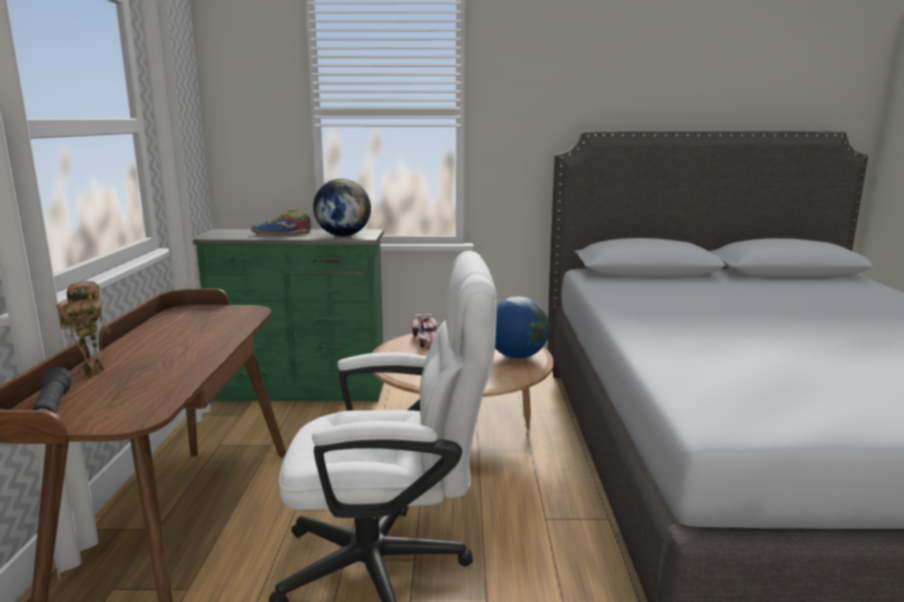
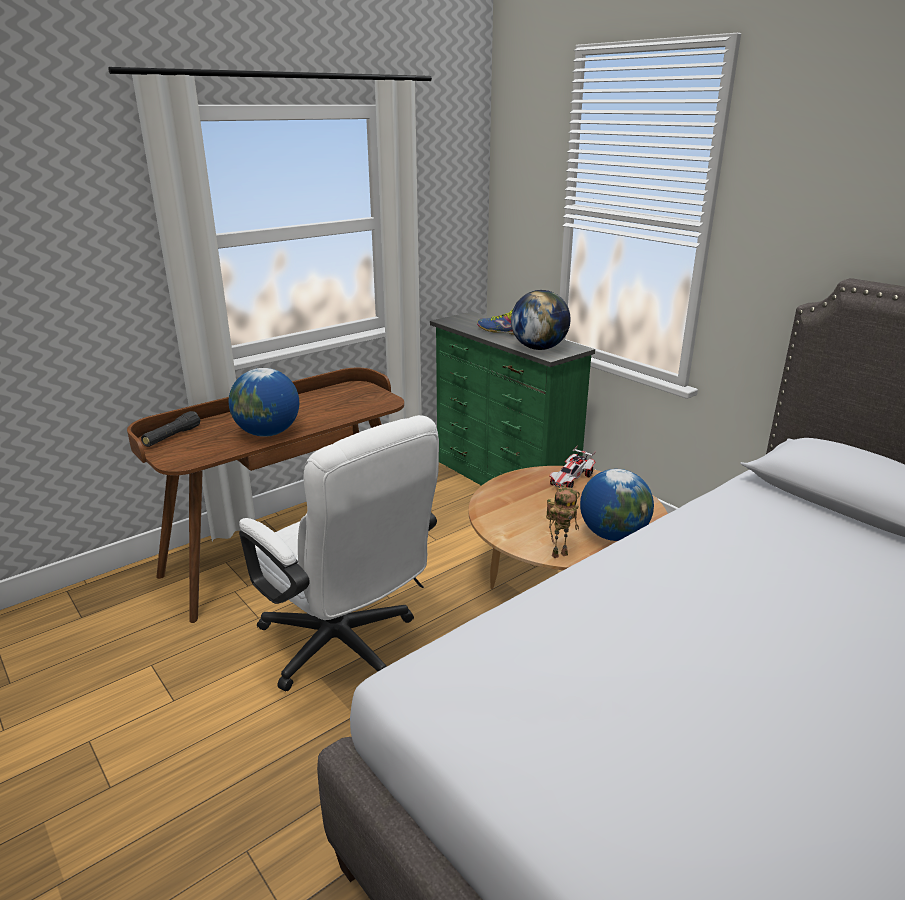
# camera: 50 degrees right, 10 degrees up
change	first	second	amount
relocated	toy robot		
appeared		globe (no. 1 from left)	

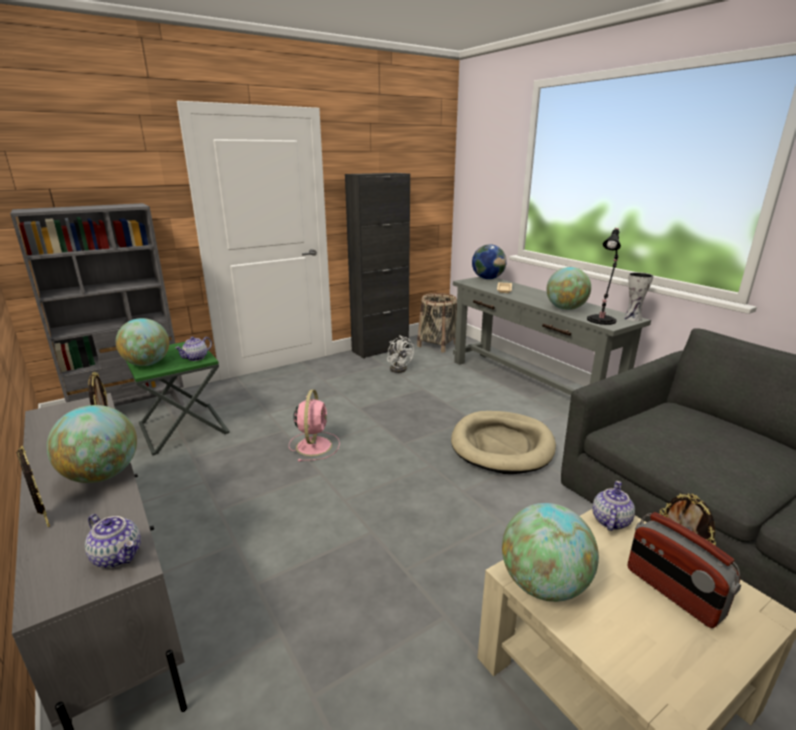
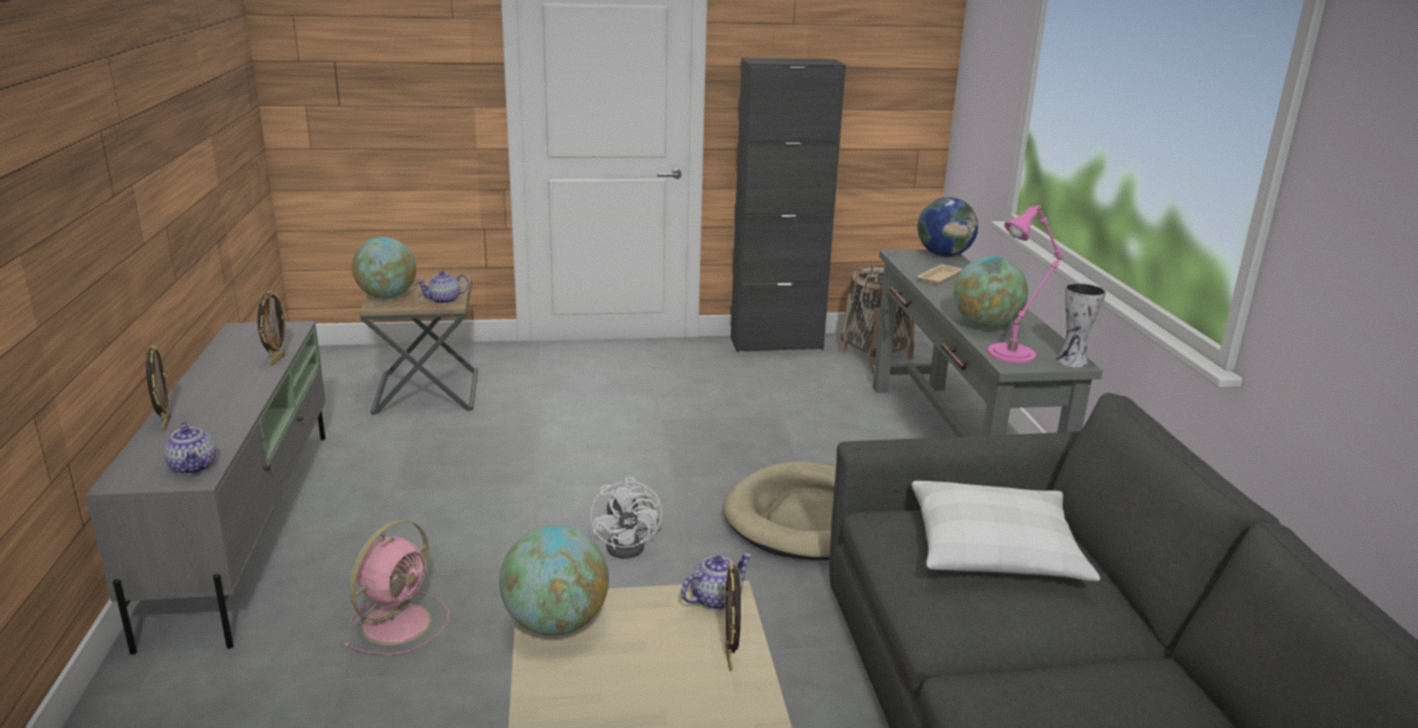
# camera: 25 degrees right, 0 degrees up
change	first	second	amount
missing	grey shelving unit		
missing	globe (no. 1 from left)		
colour	green-coloured side table	brownish side table	
relocated	pink fan		
relocated	white-coloured fan		
colour	blackish table lamp	pink table lamp	
missing	radio set		
appeared		white-coloured pillow	

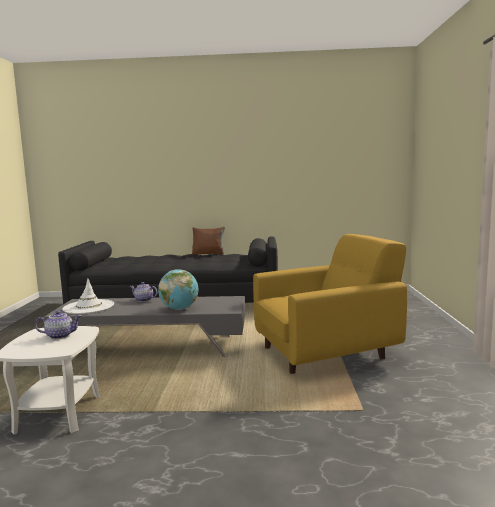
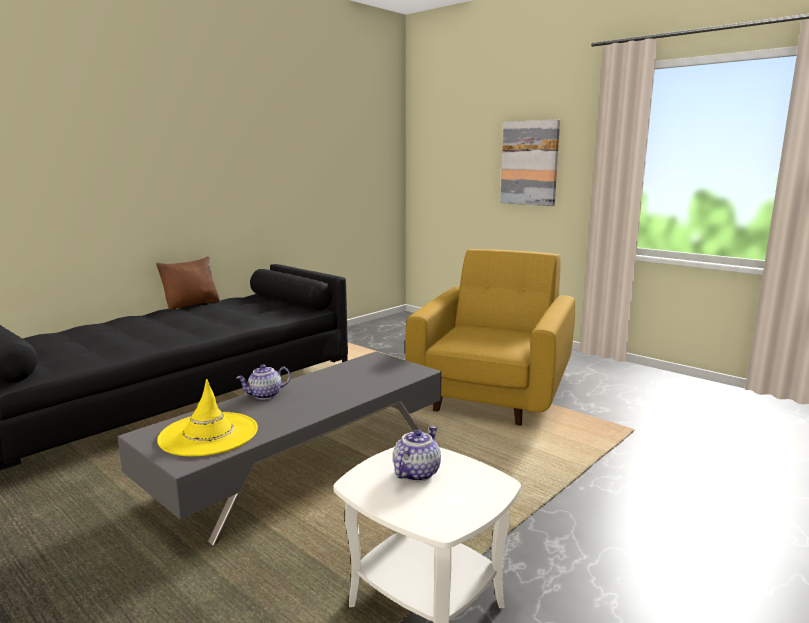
# camera: 50 degrees left, 5 degrees up
change	first	second	amount
colour	white-coloured clothing hat	yellowish clothing hat	
missing	globe		
appeared		wall picture	

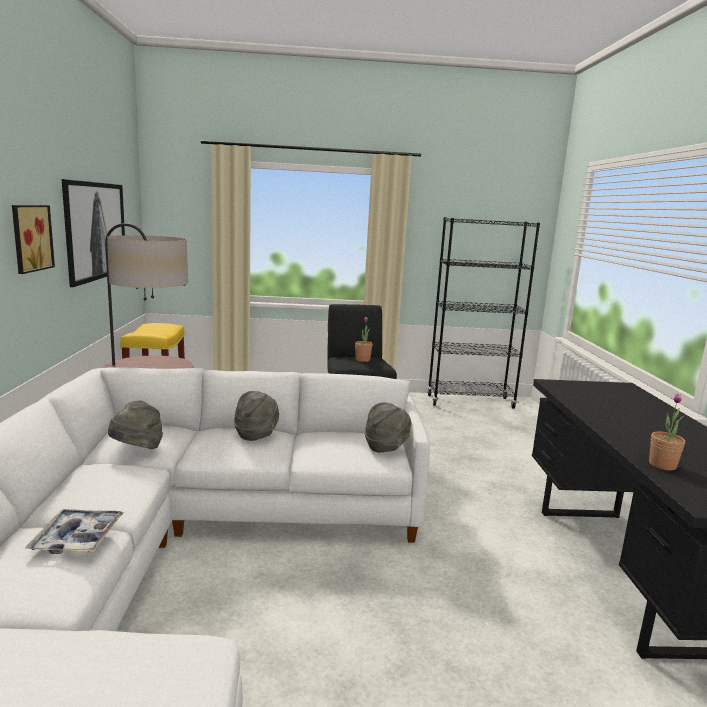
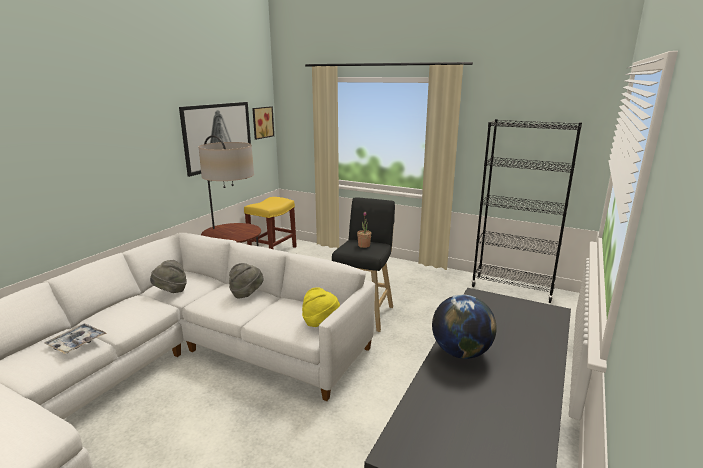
# camera: 30 degrees right, 5 degrees up
change	first	second	amount
relocated	wall picture (no. 1 from left in the first image)	wall picture (no. 2 from left)	
colour	grey clothing hat (no. 3 from left)	yellowish clothing hat	
missing	plant in a pot (no. 2 from left)		
appeared		globe	

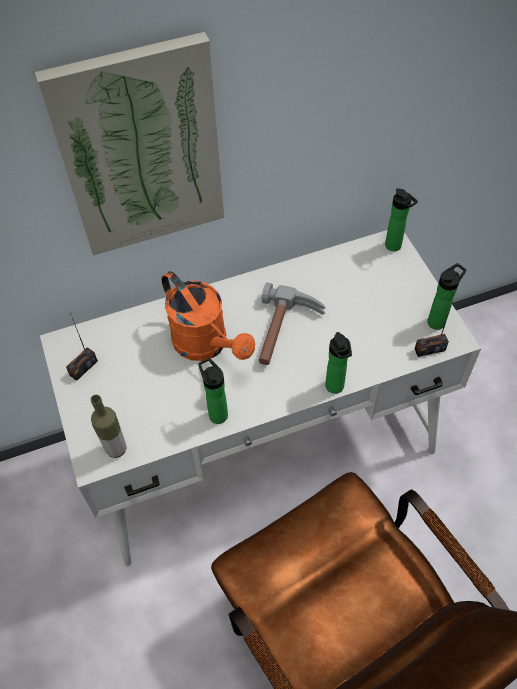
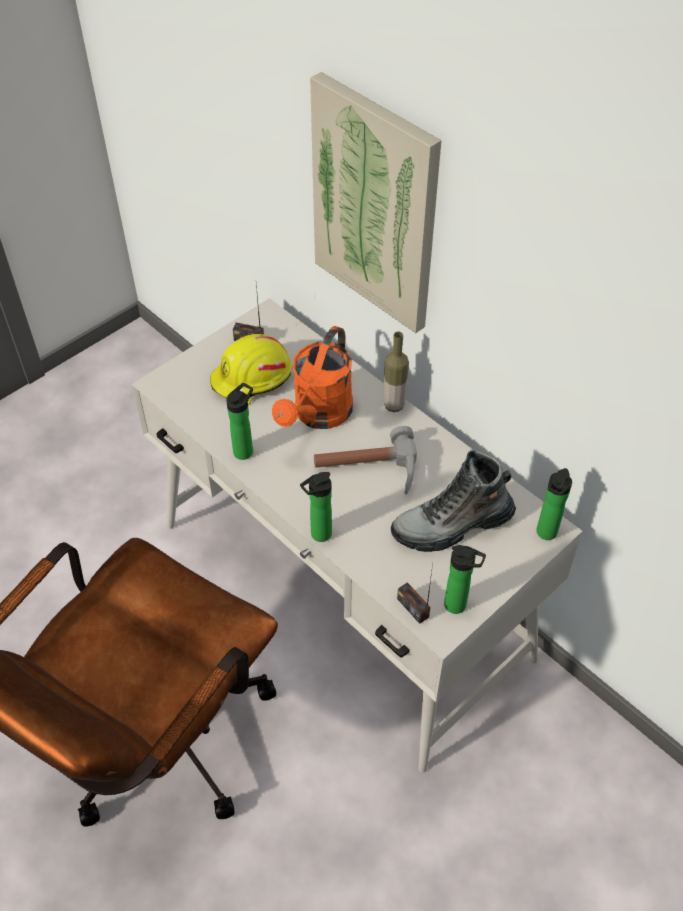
# camera: 65 degrees right, 5 degrees down
change	first	second	amount
relocated	beverage bottle (no. 1 from left in the first image)	beverage bottle (no. 3 from left)	
appeared		yellowish work helmet	
appeared		high-top boot	

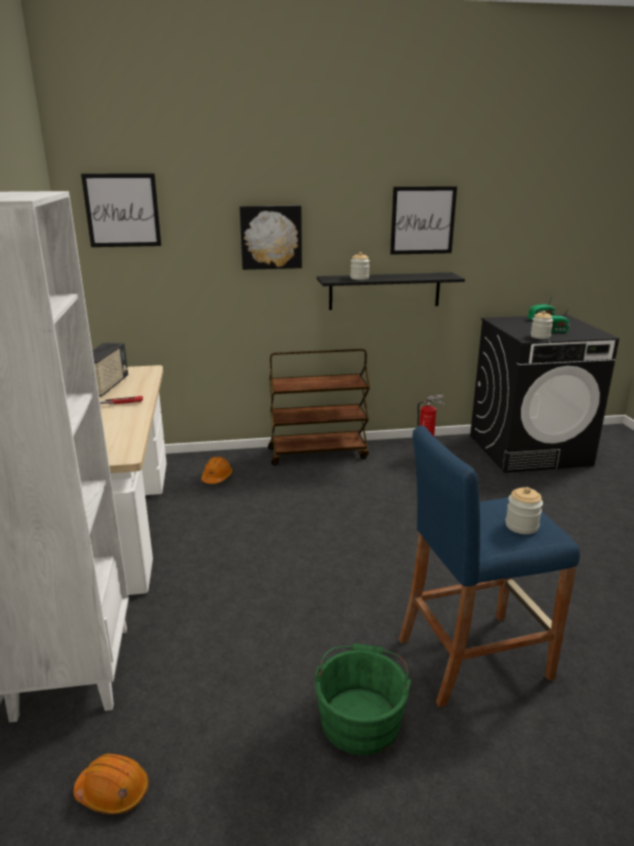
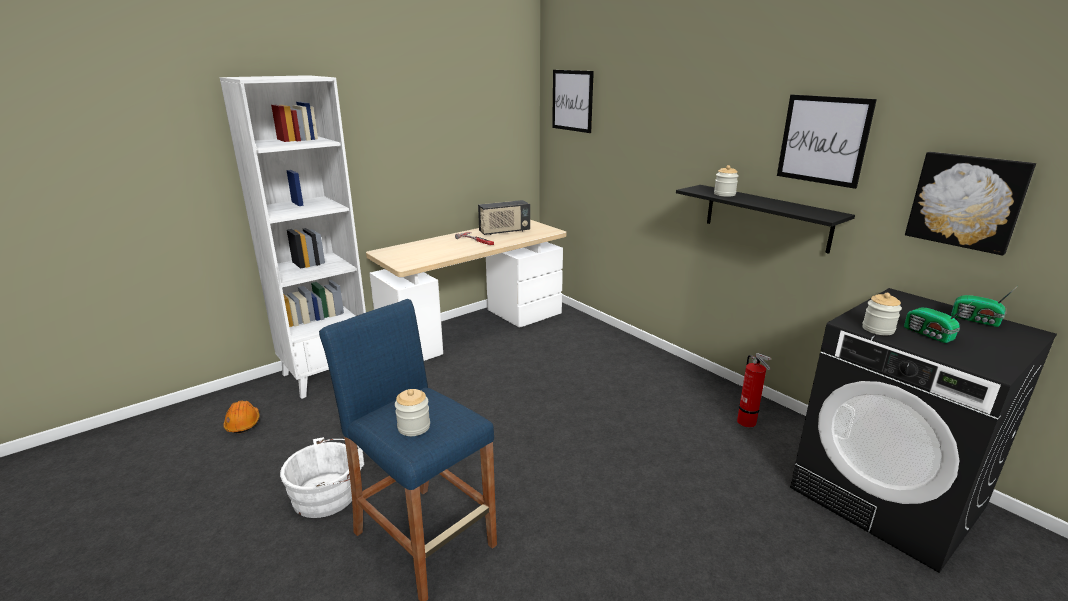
# camera: 60 degrees right, 0 degrees up
change	first	second	amount
missing	orange work helmet (no. 2 from left)		
relocated	wall picture (no. 2 from left in the first image)	wall picture (no. 3 from left)	
missing	brownish wheeled cart		
colour	green-coloured pail	white-coloured pail	

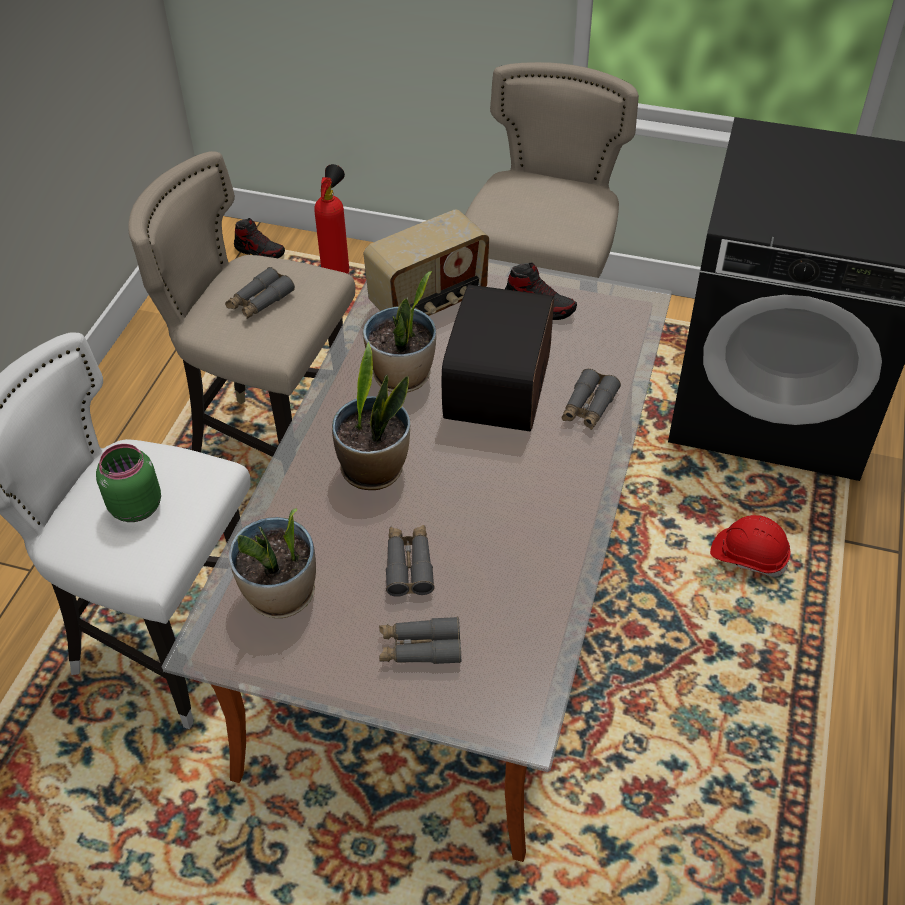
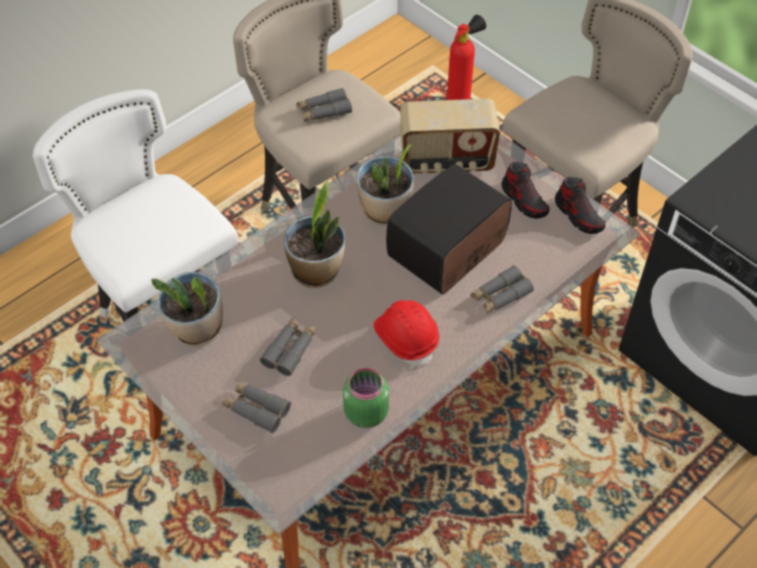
# camera: 30 degrees right, 5 degrees up
change	first	second	amount
relocated	green-coloured jar		
relocated	low shoe (no. 1 from left in the first image)	low shoe (no. 2 from left)	
relocated	red-coloured work helmet		

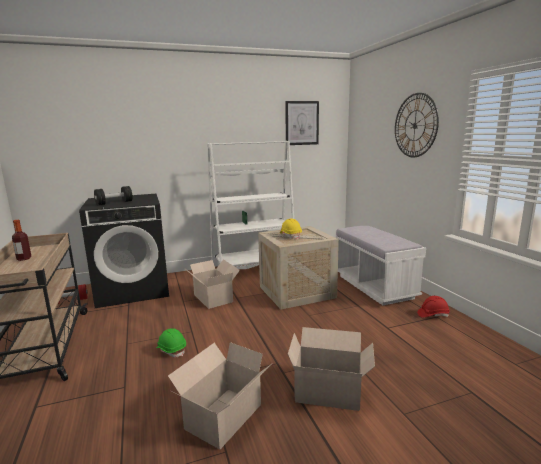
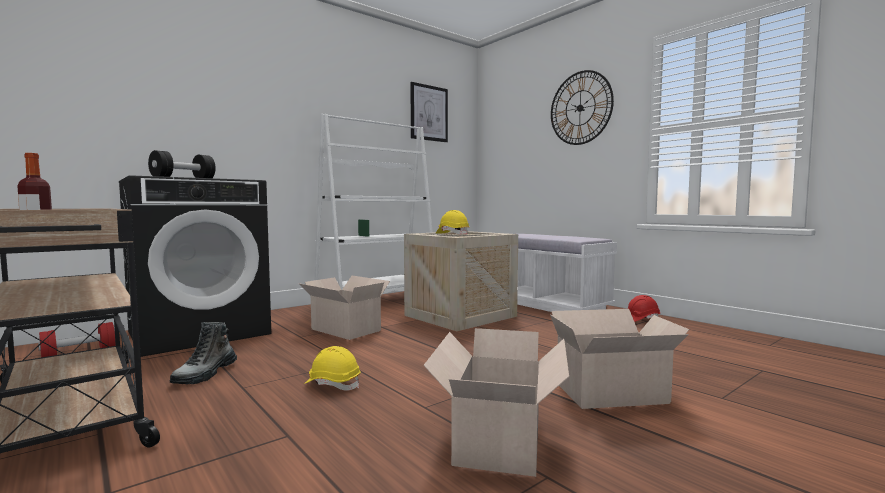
# camera: 20 degrees left, 10 degrees down
change	first	second	amount
colour	green-coloured work helmet	yellowish work helmet (no. 1 from left)	
appeared		high-top boot	

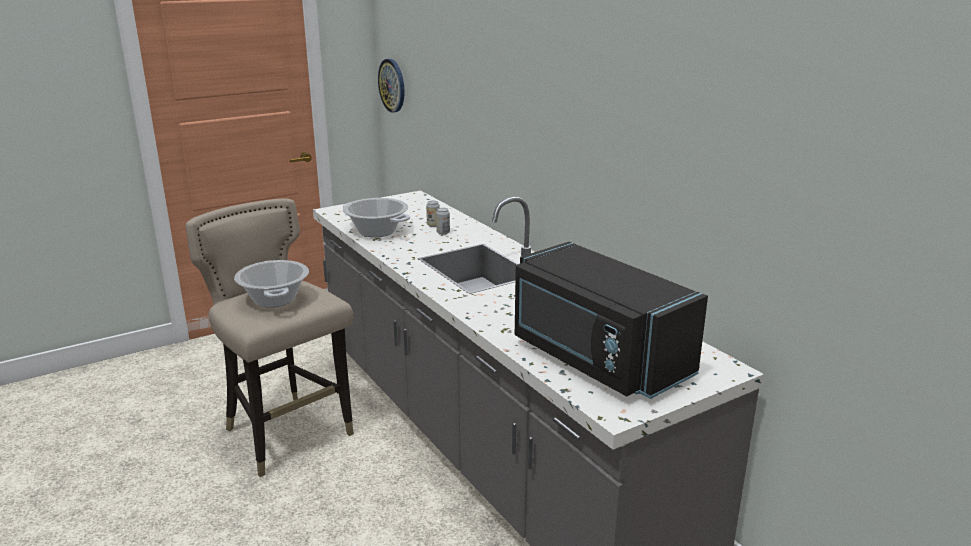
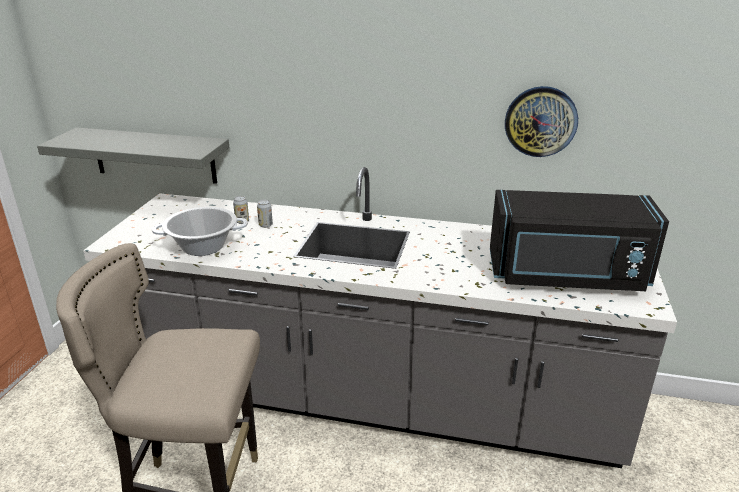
# camera: 45 degrees left, 5 degrees up
change	first	second	amount
missing	stockpot (no. 1 from left)		
relocated	hanging clock		
appeared		grey bracket shelf	

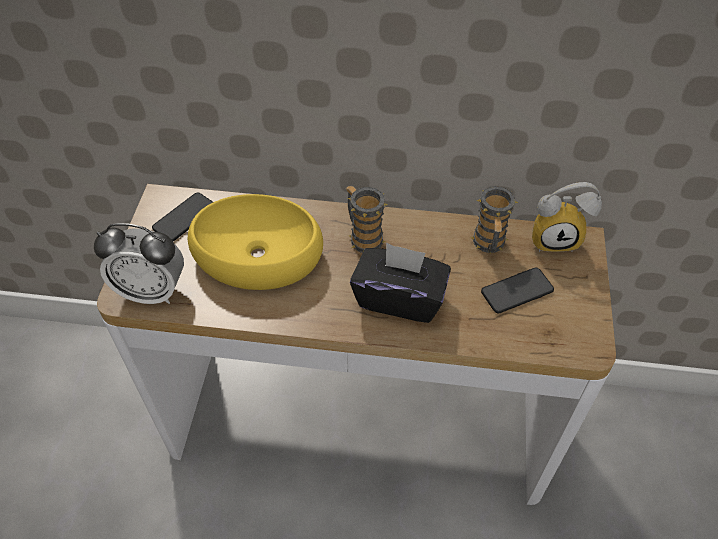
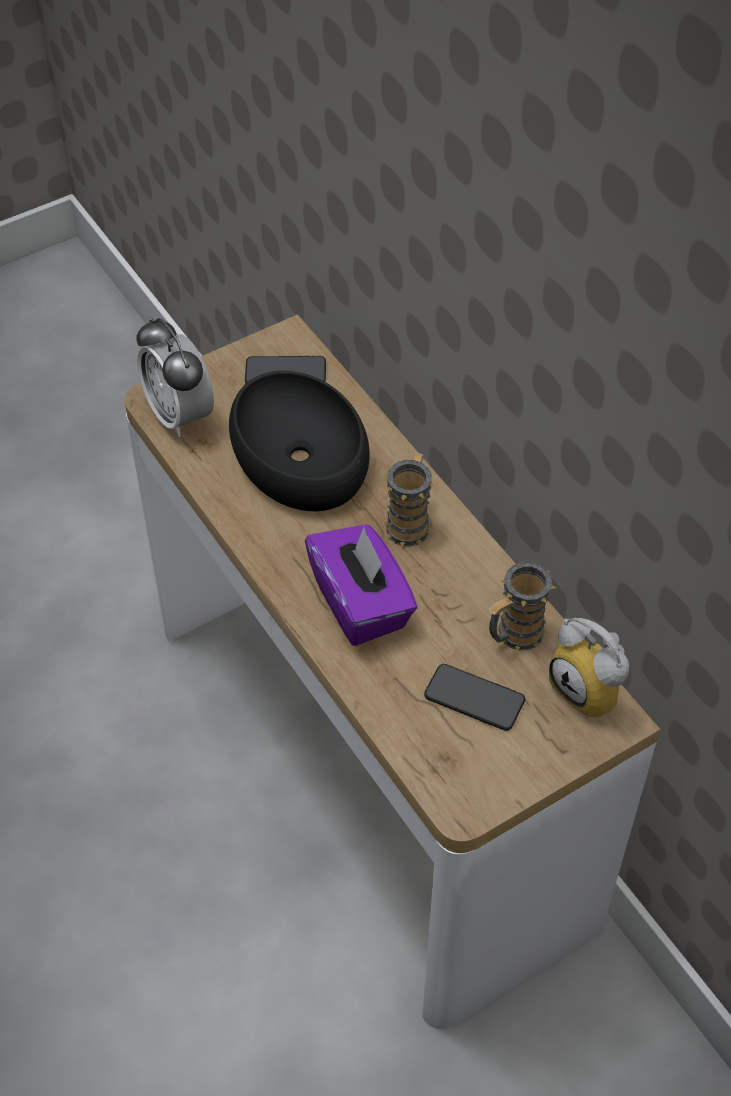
# camera: 50 degrees right, 0 degrees up
change	first	second	amount
colour	yellowish serving bowl	blackish serving bowl	
colour	blackish tissue holder	purplish tissue holder	

